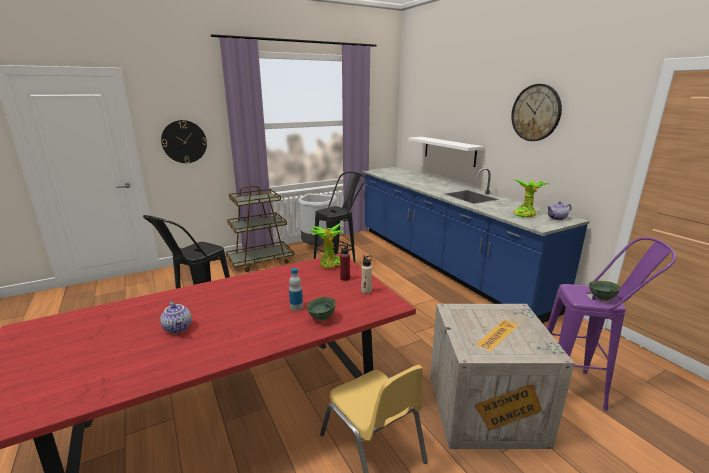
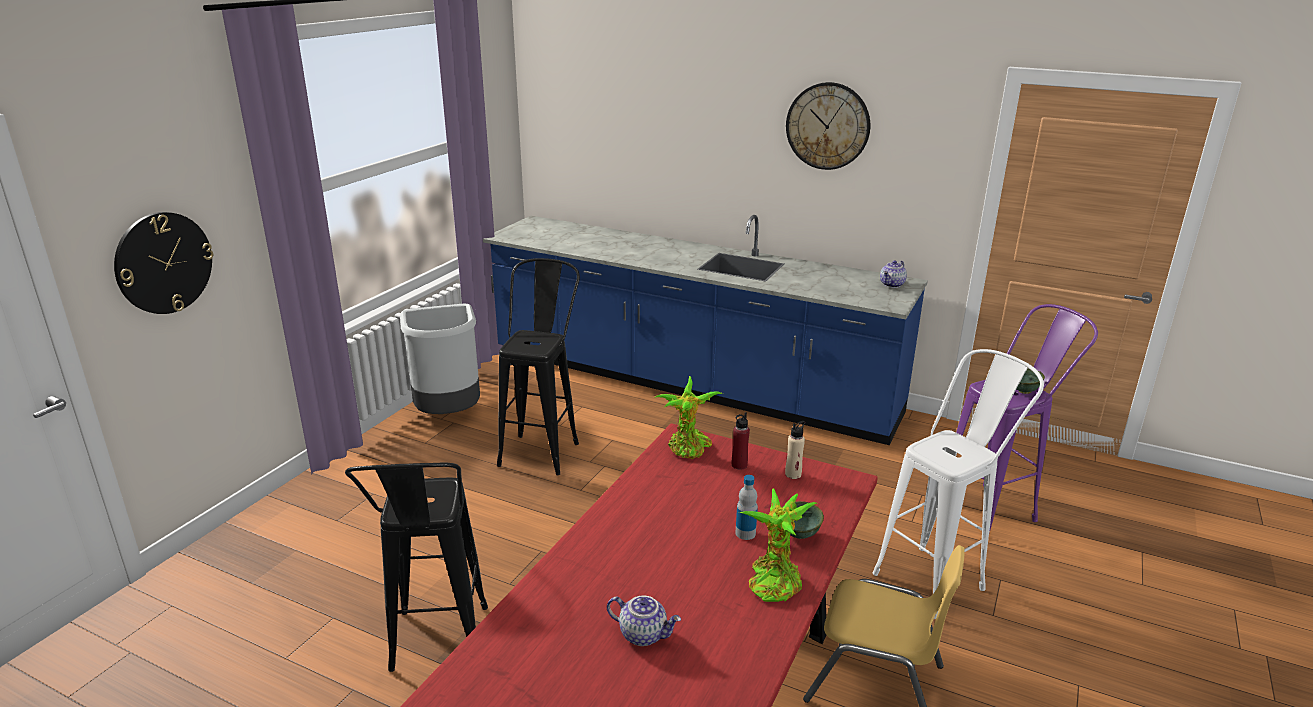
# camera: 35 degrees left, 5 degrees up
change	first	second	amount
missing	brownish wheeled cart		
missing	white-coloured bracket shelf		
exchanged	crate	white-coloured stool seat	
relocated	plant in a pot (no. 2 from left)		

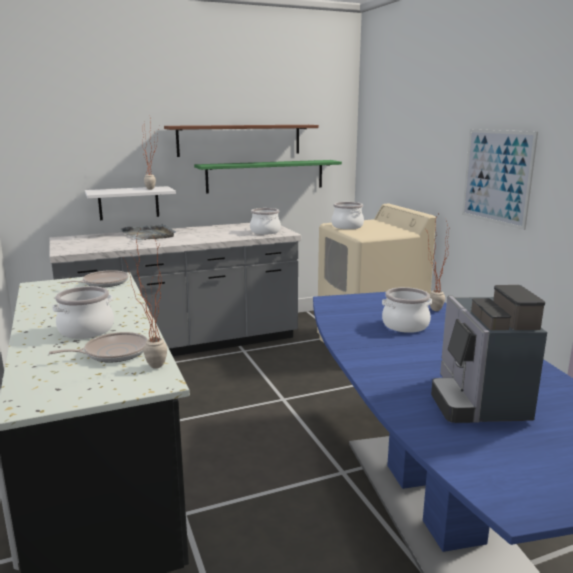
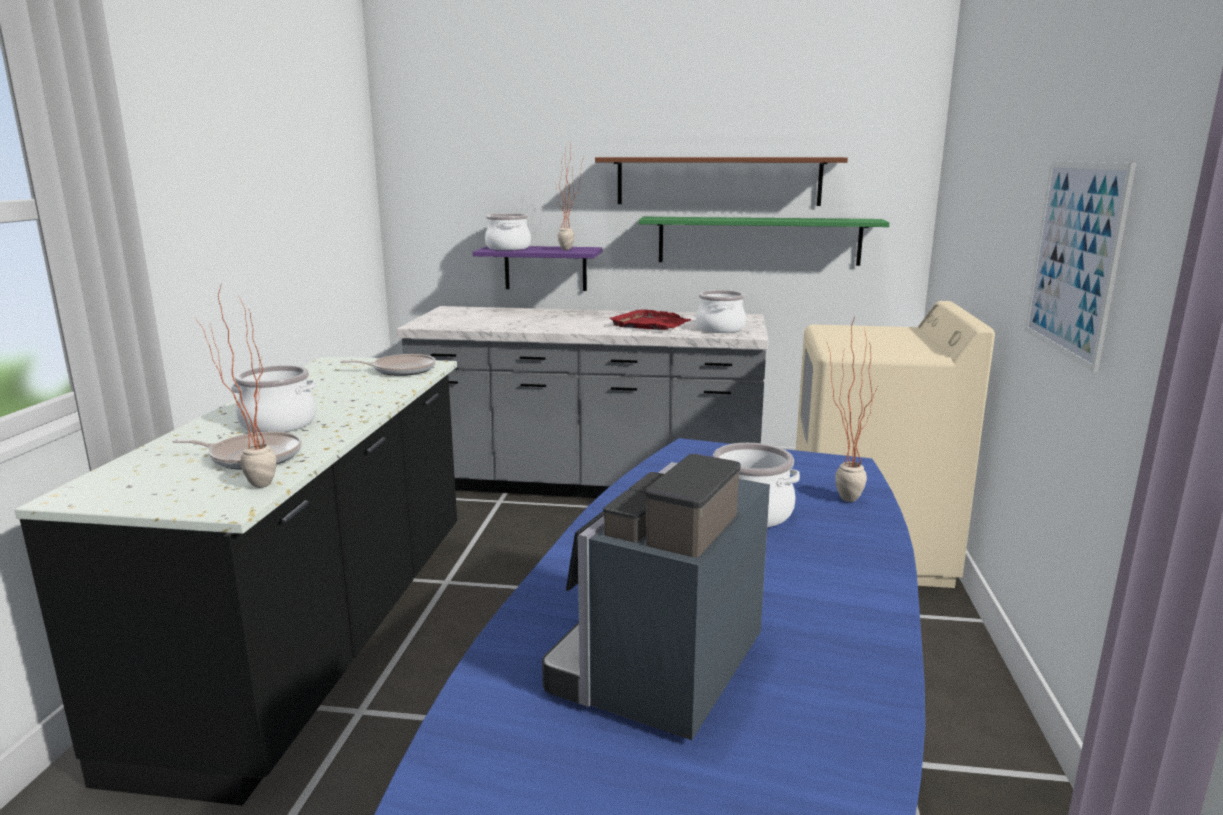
# camera: 30 degrees right, 0 degrees up
change	first	second	amount
colour	white-coloured bracket shelf	purplish bracket shelf	
missing	grey carrying tray		
relocated	stockpot (no. 3 from left in the first image)	stockpot (no. 2 from left)	
appeared		red-coloured carrying tray	

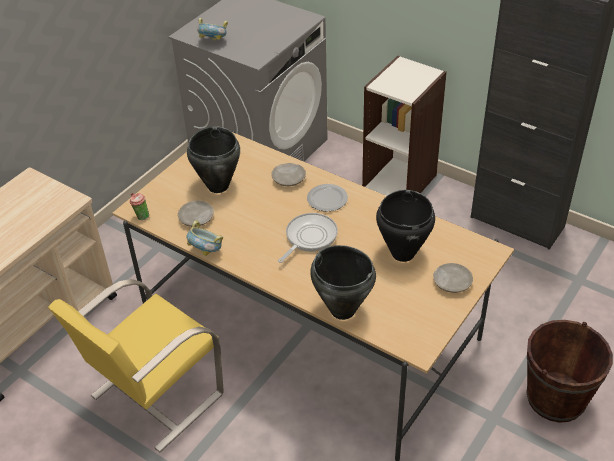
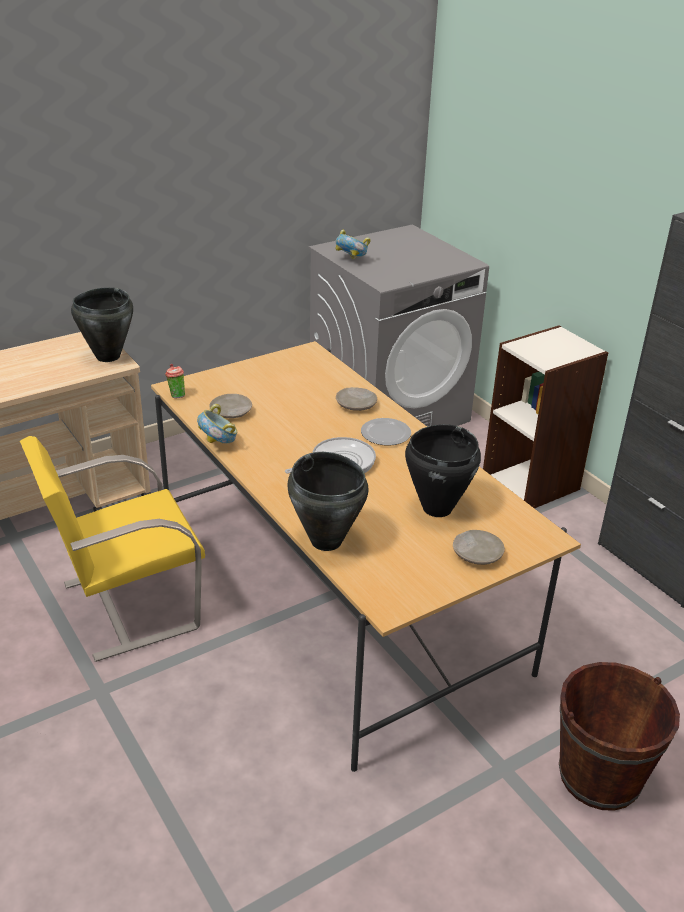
# camera: 20 degrees right, 10 degrees down
change	first	second	amount
relocated	blackish stockpot (no. 1 from left)		

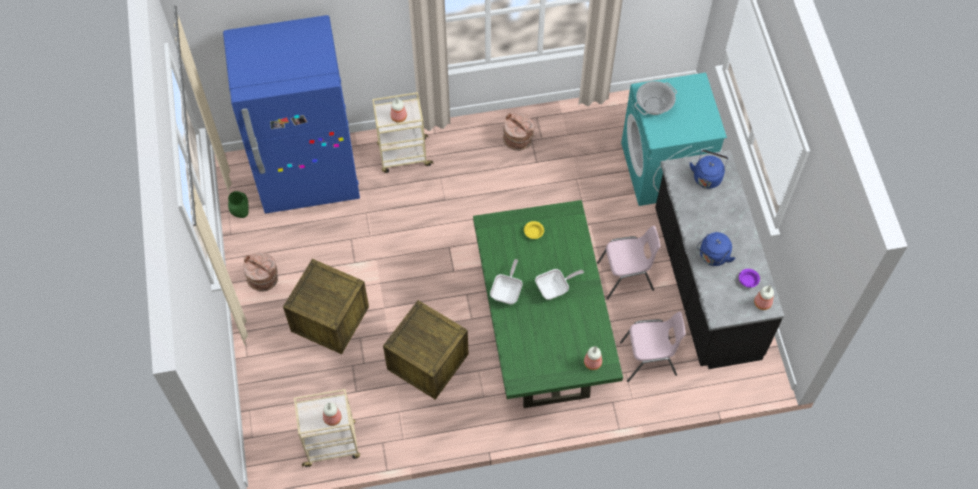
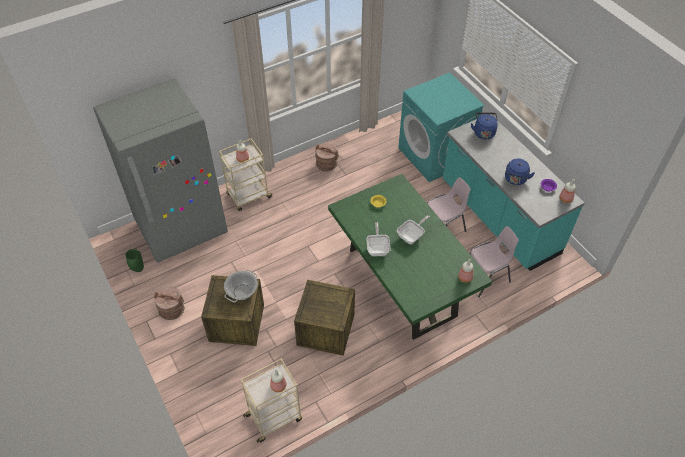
# camera: 20 degrees left, 10 degrees down
change	first	second	amount
colour	blue-coloured fridge	grey fridge	
relocated	stockpot		
colour	blackish kitchen counter	turquoise kitchen counter	

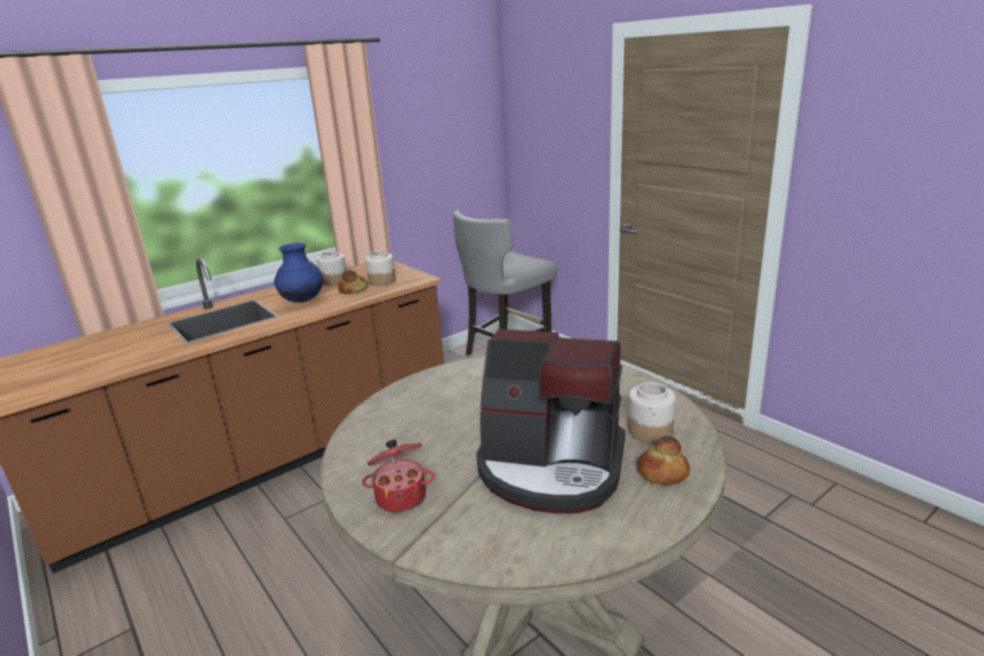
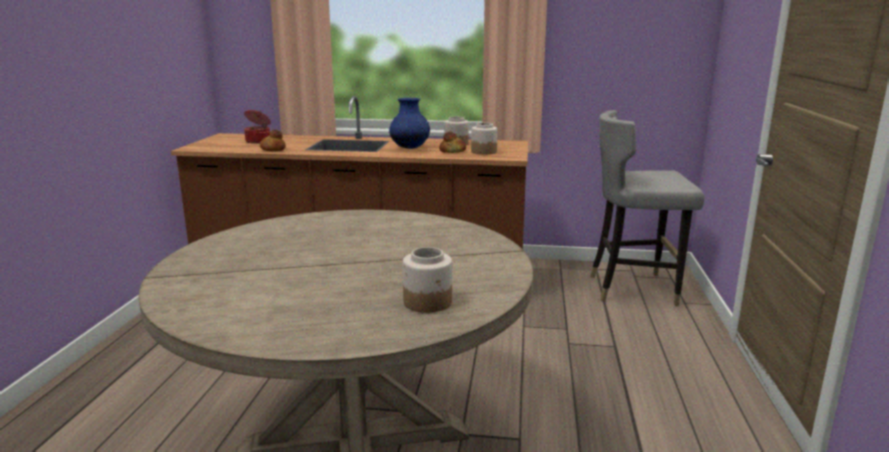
# camera: 45 degrees right, 5 degrees down
change	first	second	amount
relocated	stockpot		
missing	coffee maker		
relocated	baked bread (no. 2 from left in the first image)	baked bread (no. 1 from left)	

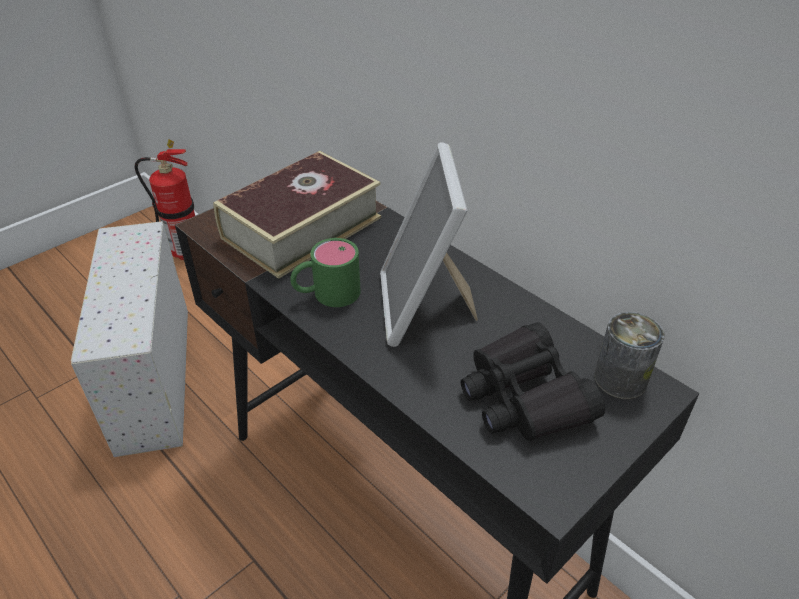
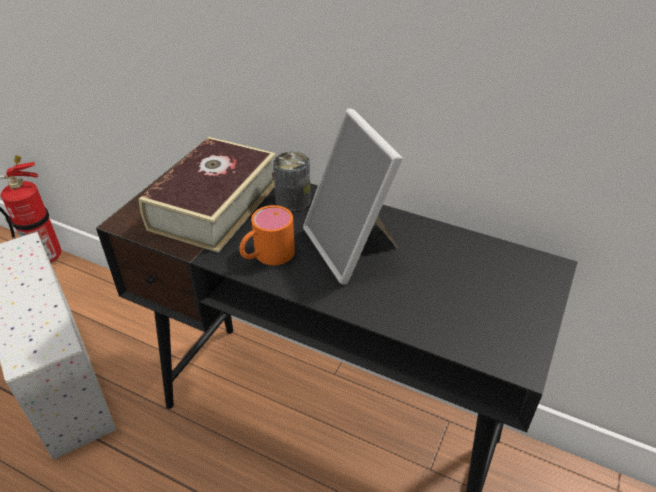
# camera: 20 degrees left, 0 degrees up
change	first	second	amount
colour	green-coloured tea mug	orange tea mug	
missing	blackish pair of binoculars		
relocated	metal can		

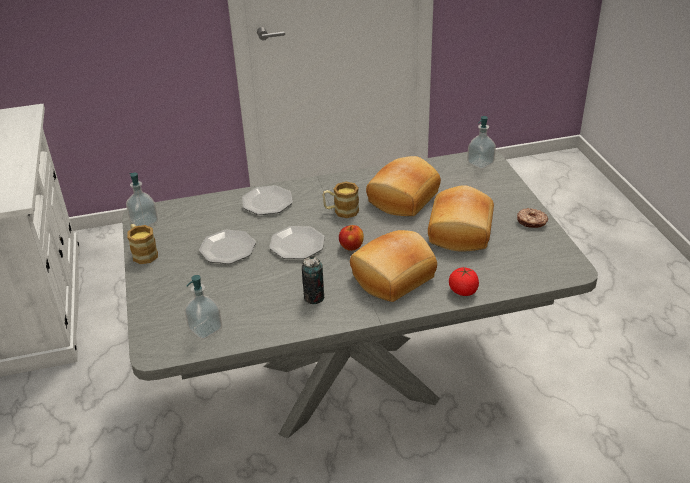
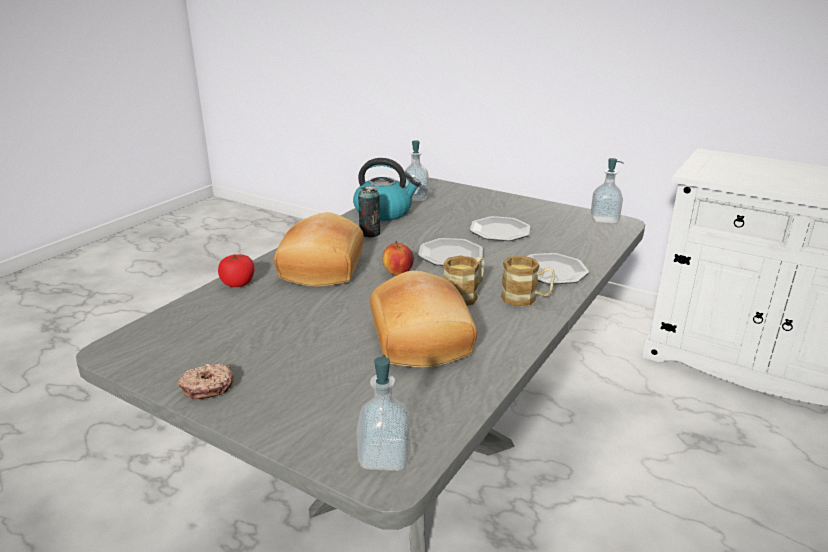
# camera: 135 degrees right, 10 degrees down
change	first	second	amount
relocated	tea mug (no. 1 from left in the first image)	tea mug (no. 2 from left)	
missing	baked bread (no. 3 from left)		
appeared		tea kettle	

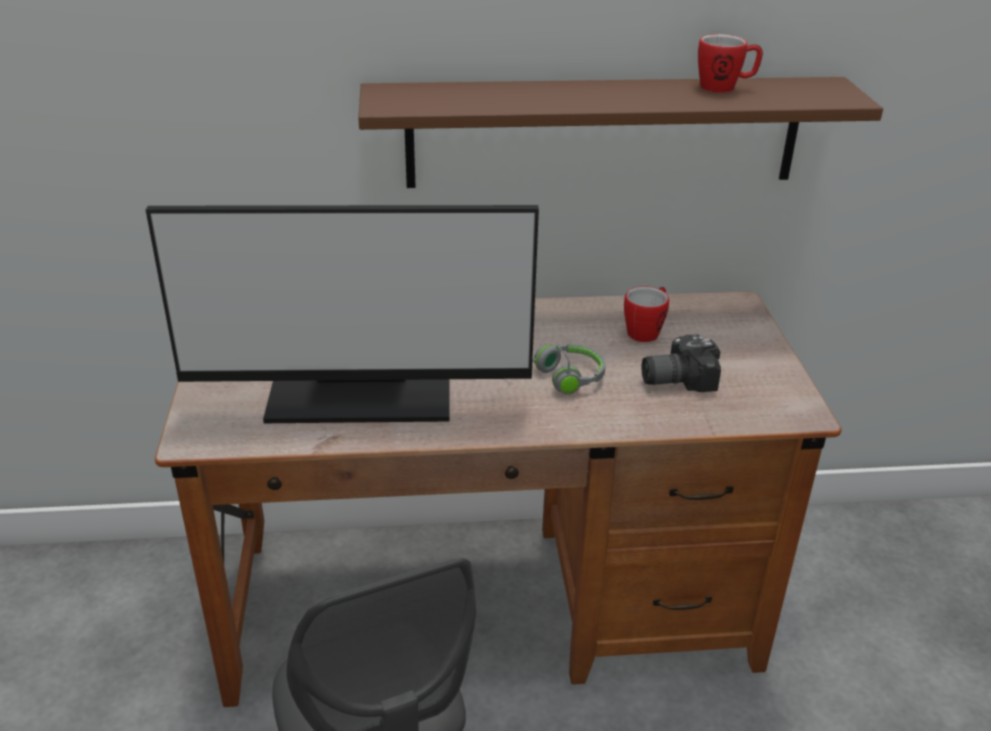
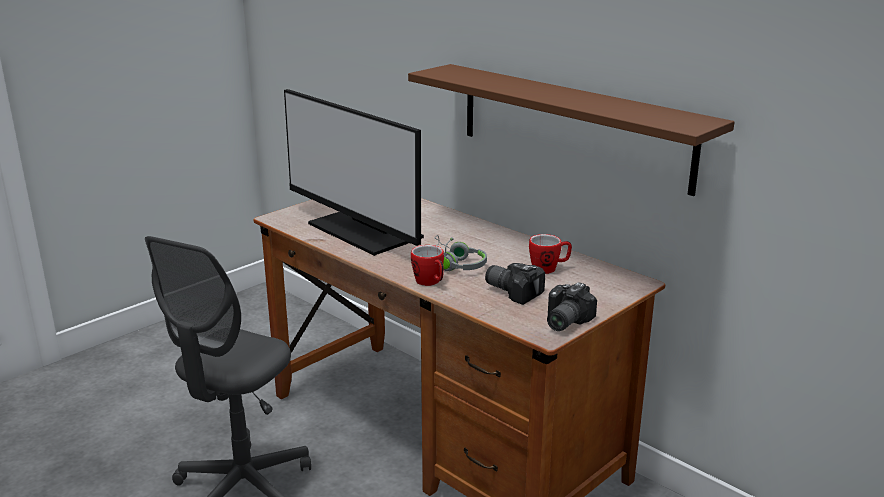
# camera: 50 degrees right, 10 degrees down
change	first	second	amount
relocated	tea mug (no. 2 from left in the first image)	tea mug (no. 1 from left)	
appeared		photo camera (no. 2 from left)	

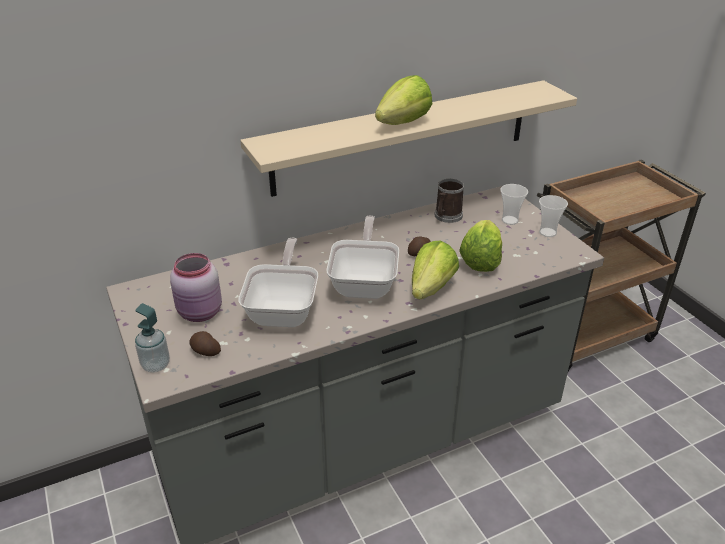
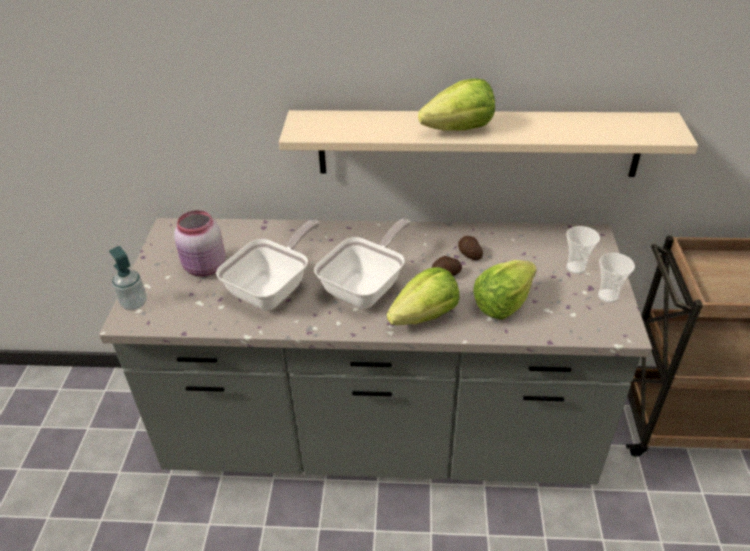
# camera: 30 degrees right, 5 degrees up
change	first	second	amount
relocated	potato (no. 1 from left in the first image)	potato (no. 2 from left)	
missing	tea mug		

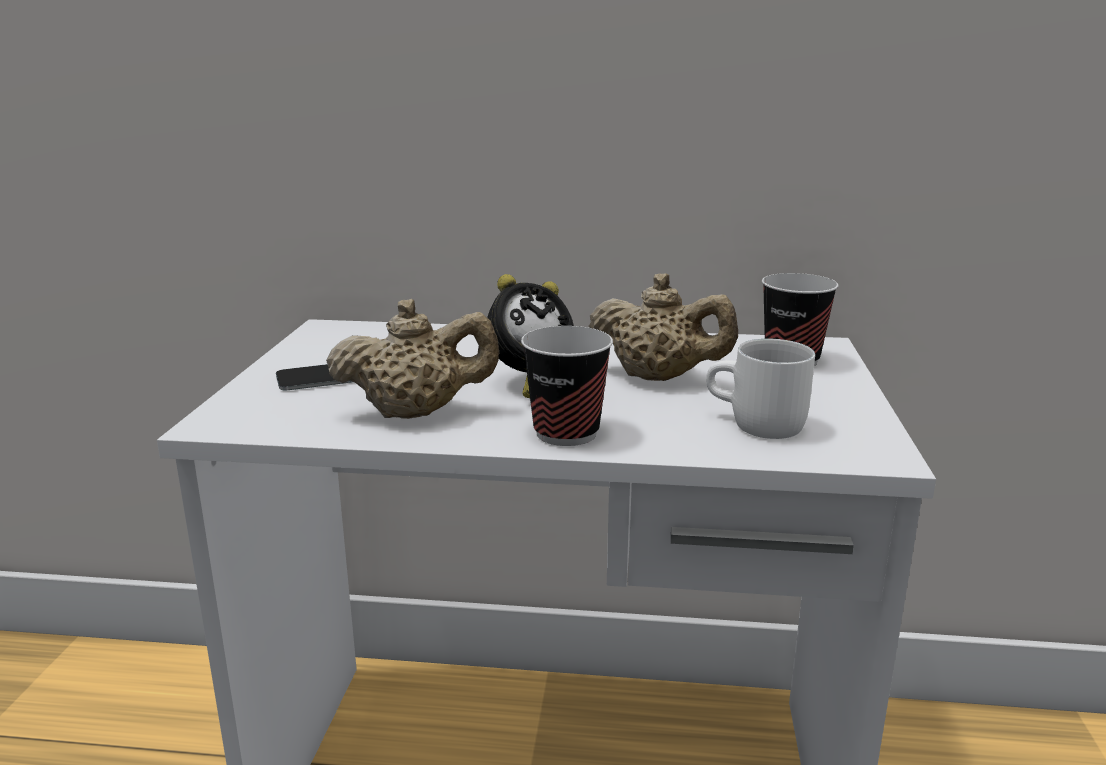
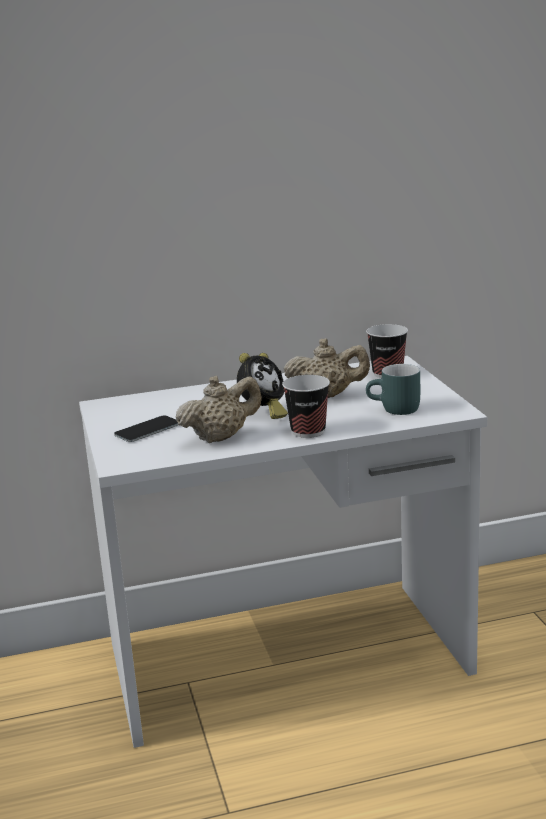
# camera: 20 degrees left, 0 degrees up
change	first	second	amount
colour	white-coloured tea mug	turquoise tea mug	

